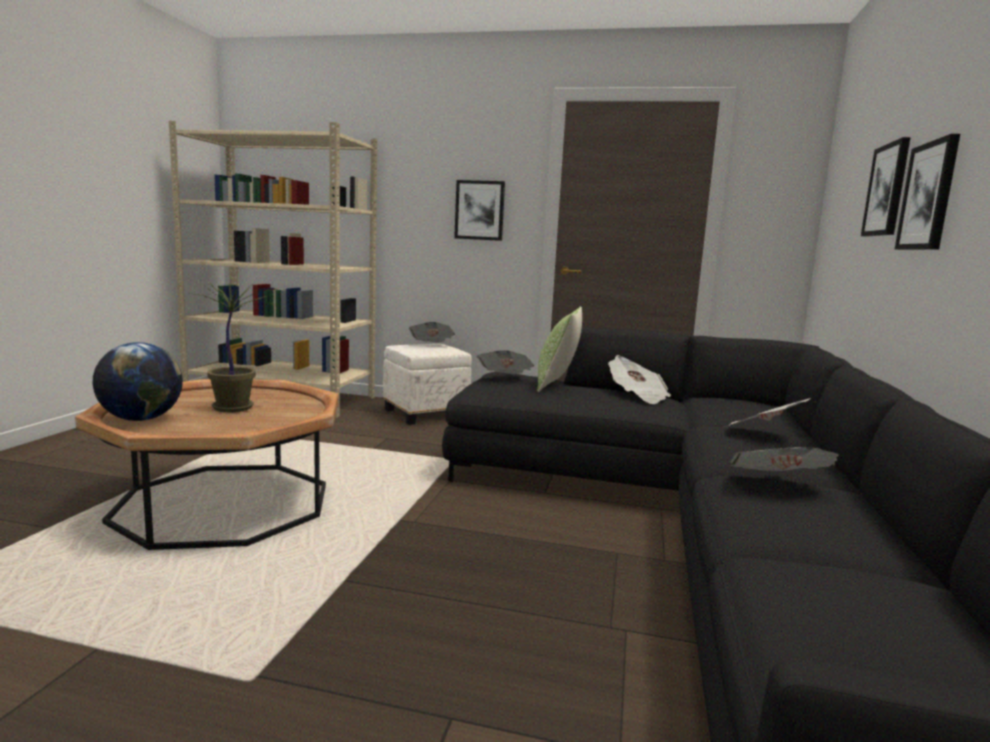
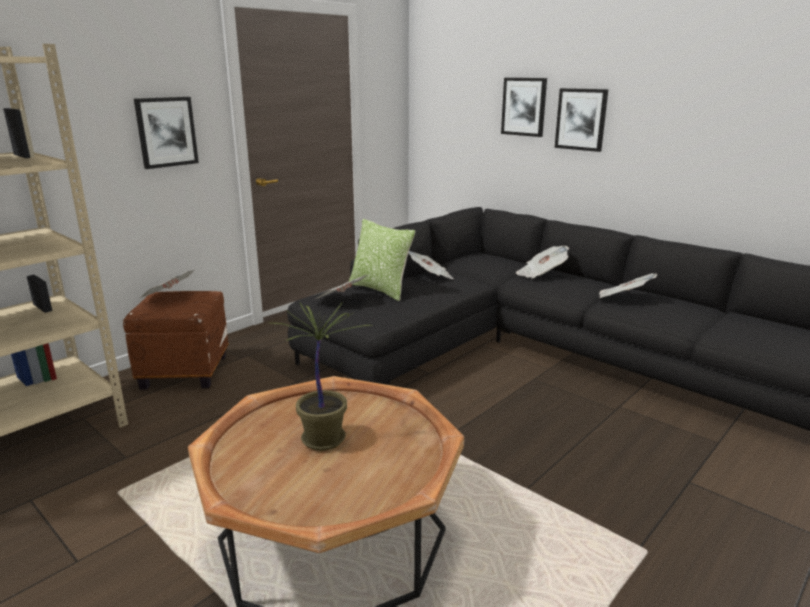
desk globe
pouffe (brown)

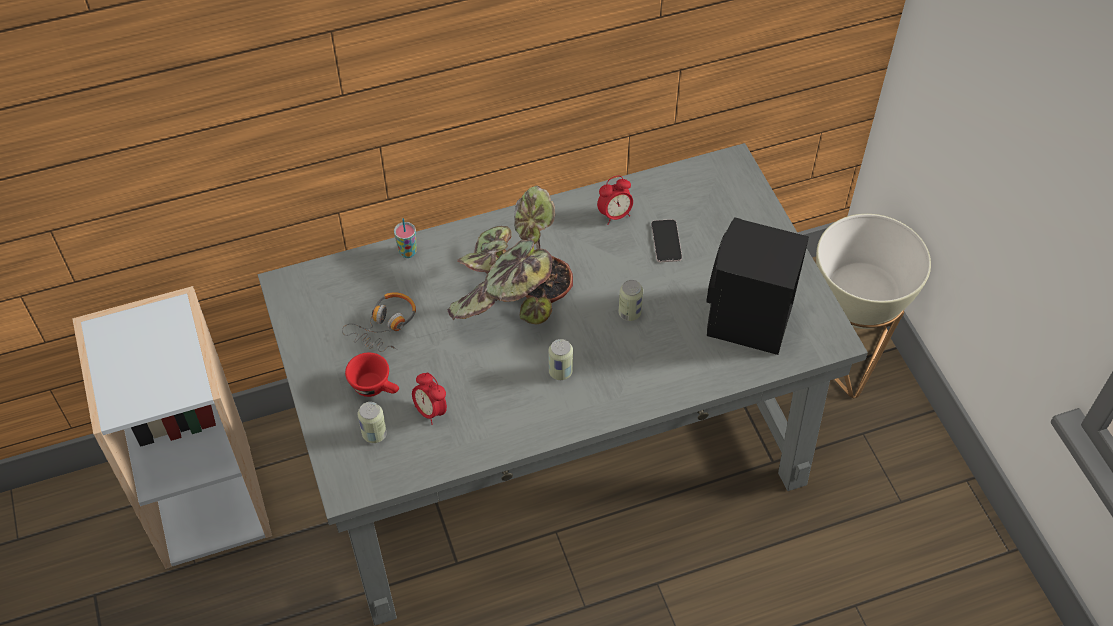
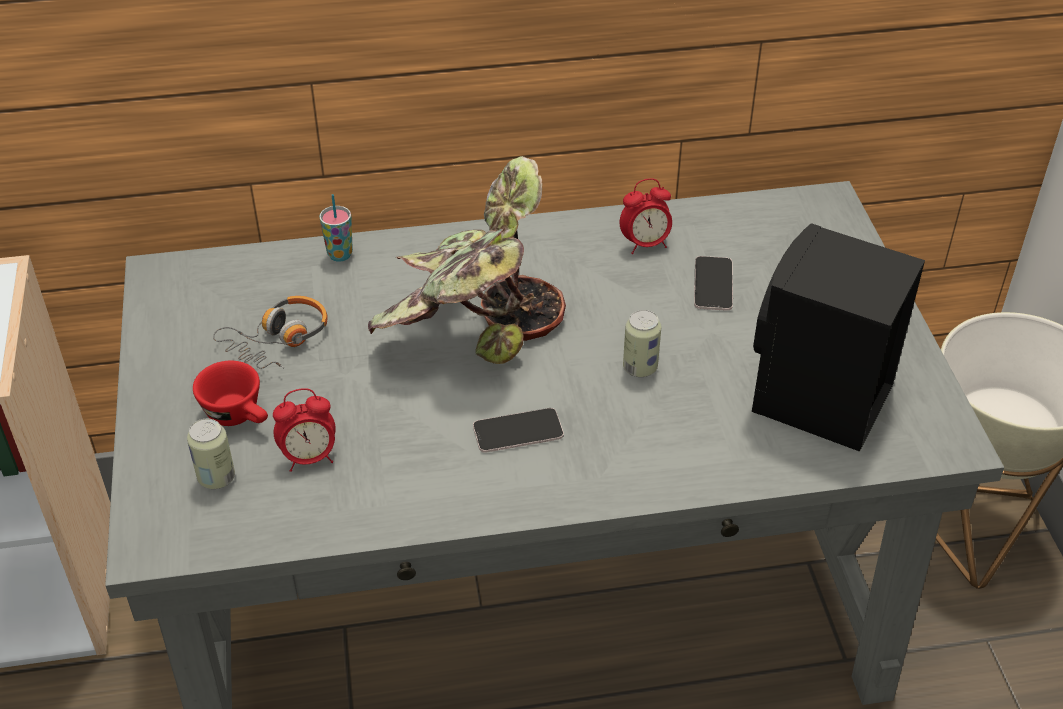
handset (1st from left)
alarm clock (1st from left)

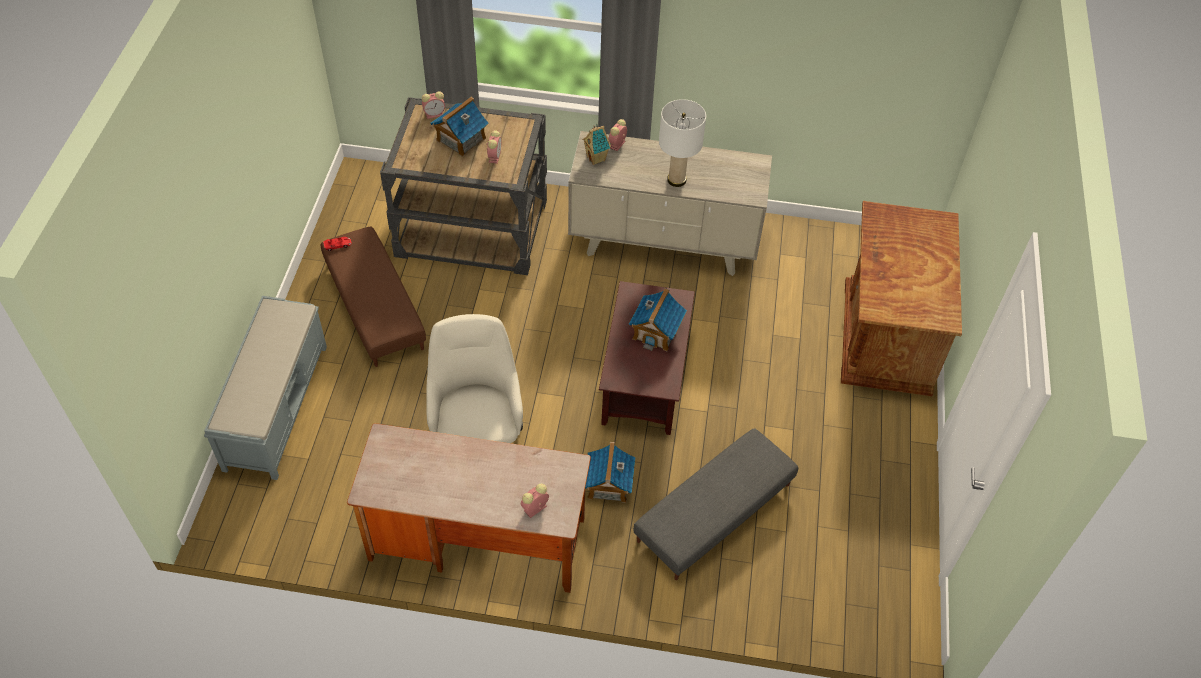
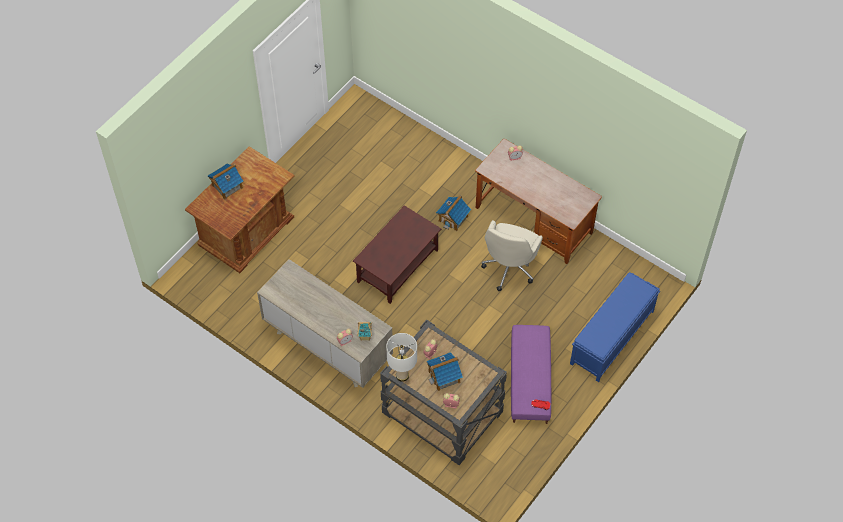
pouffe (gray)
model house (1st from left)
tabletop lamp (white-coloured)
bench (blue-coloured)
pouffe (purplish)

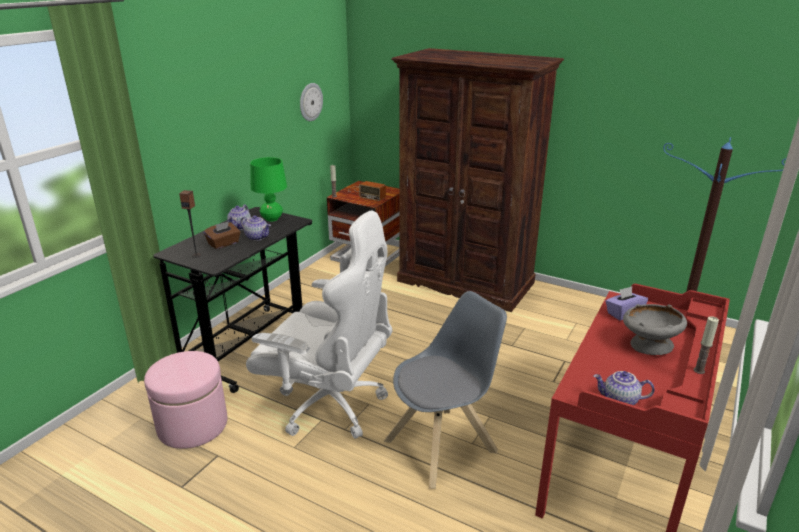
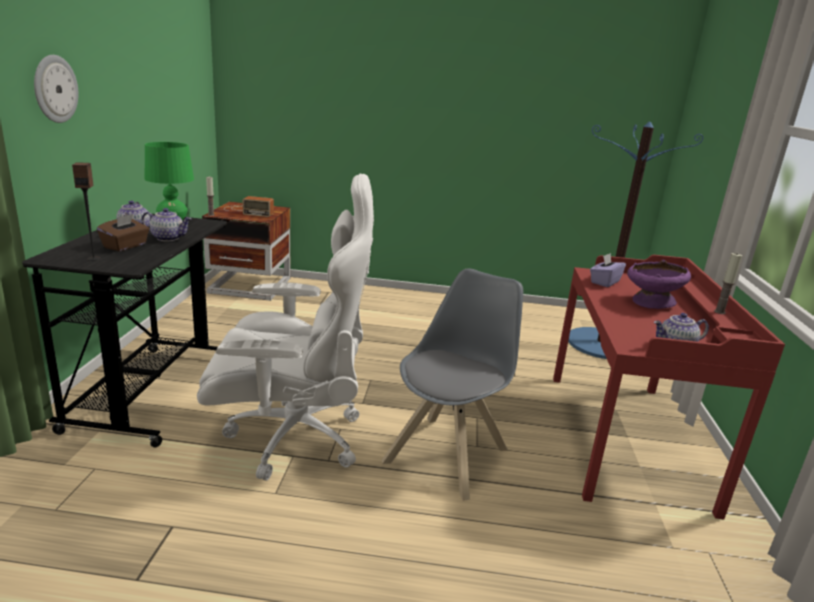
pouffe (pinkish)
wardrobe (brown)
wall clock
bowl (purplish)

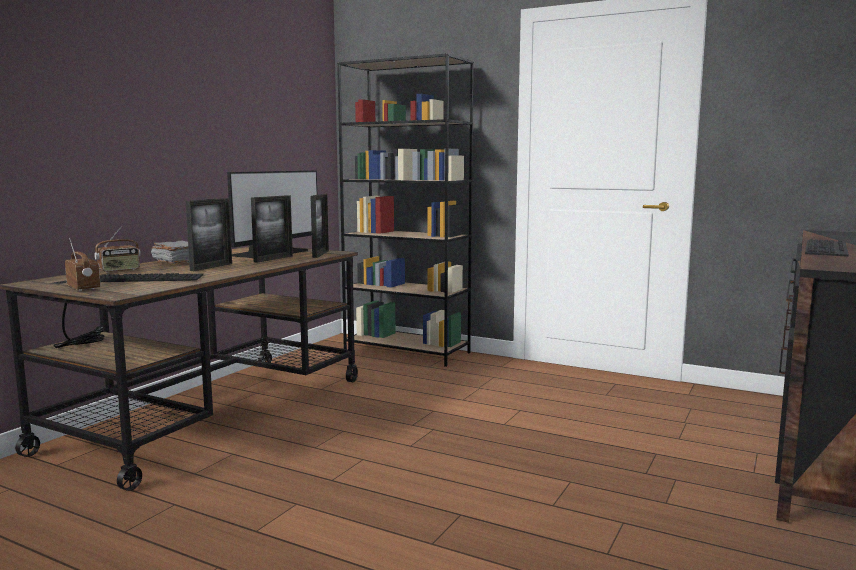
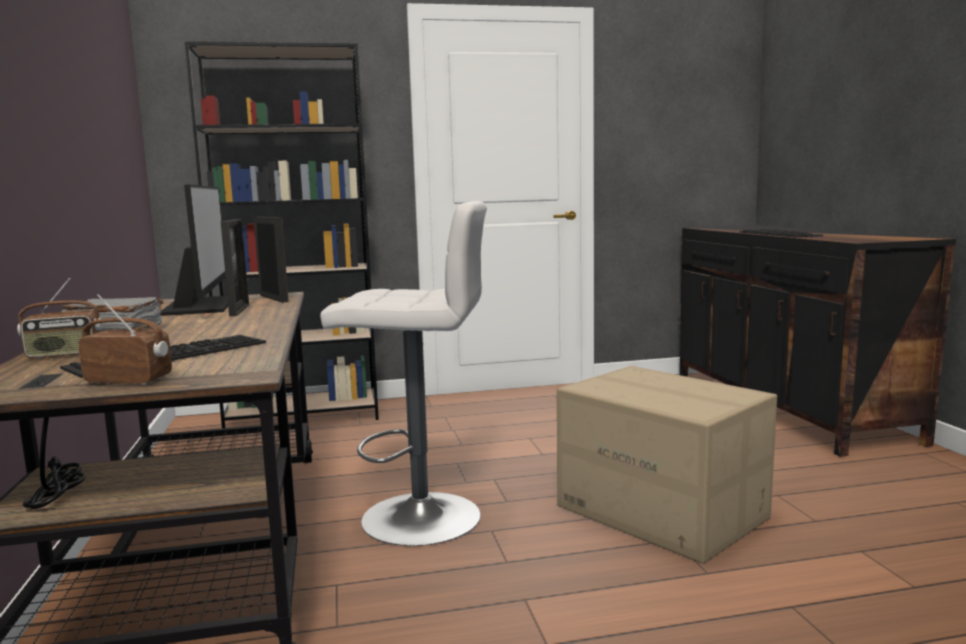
standing frame (1st from left in the first image)
stool (white-coloured)
cardboard box
radio set (1st from left)

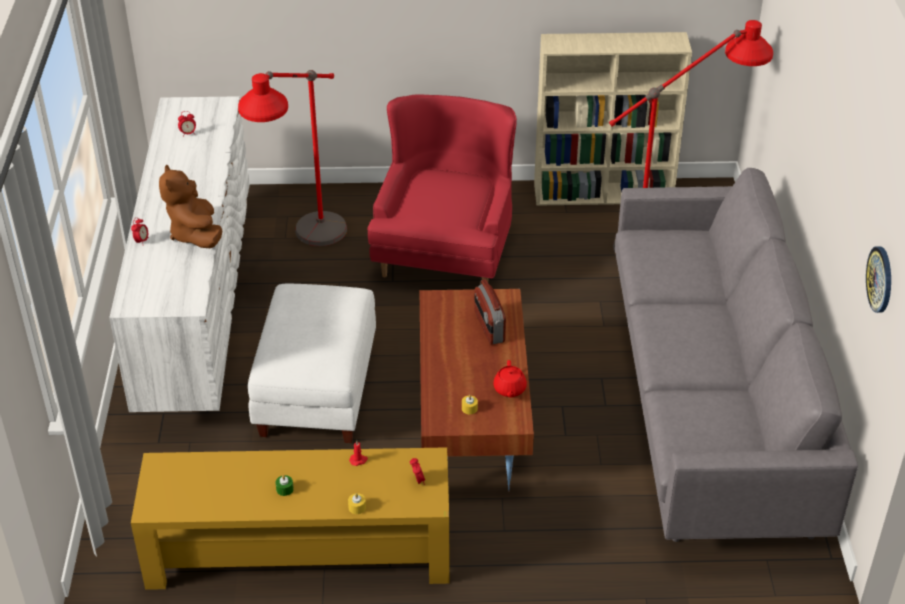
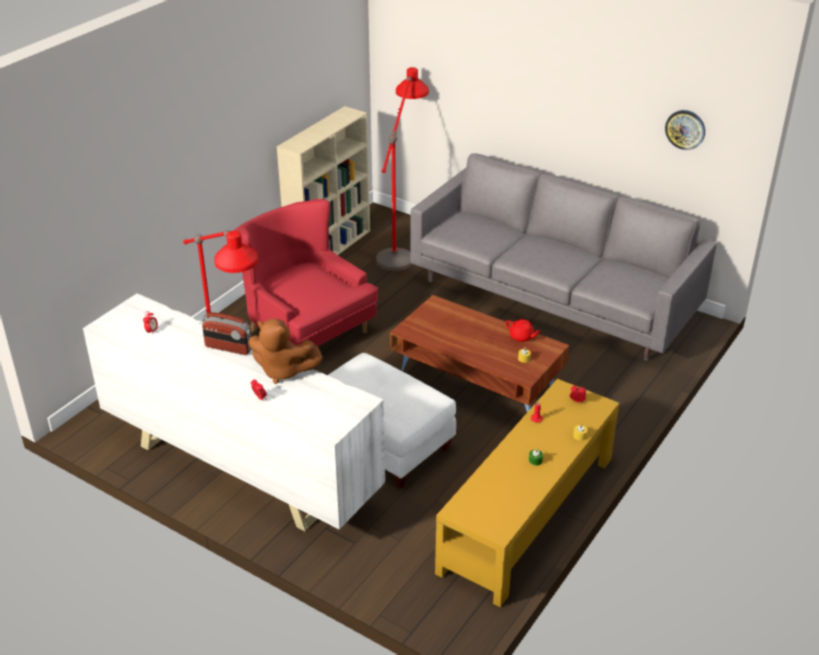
radio set

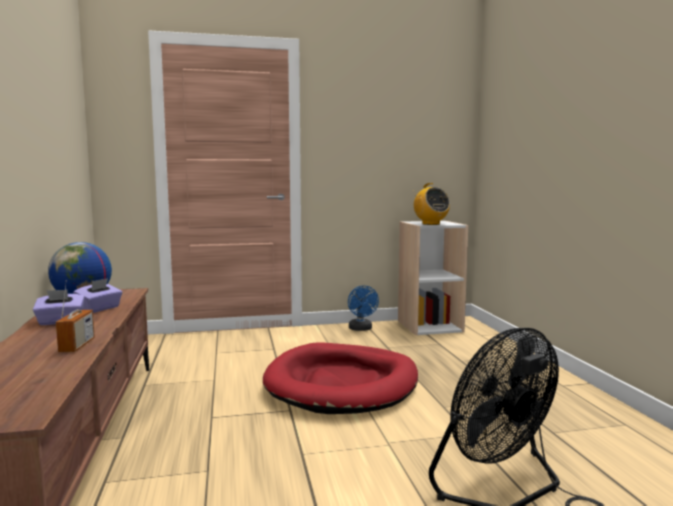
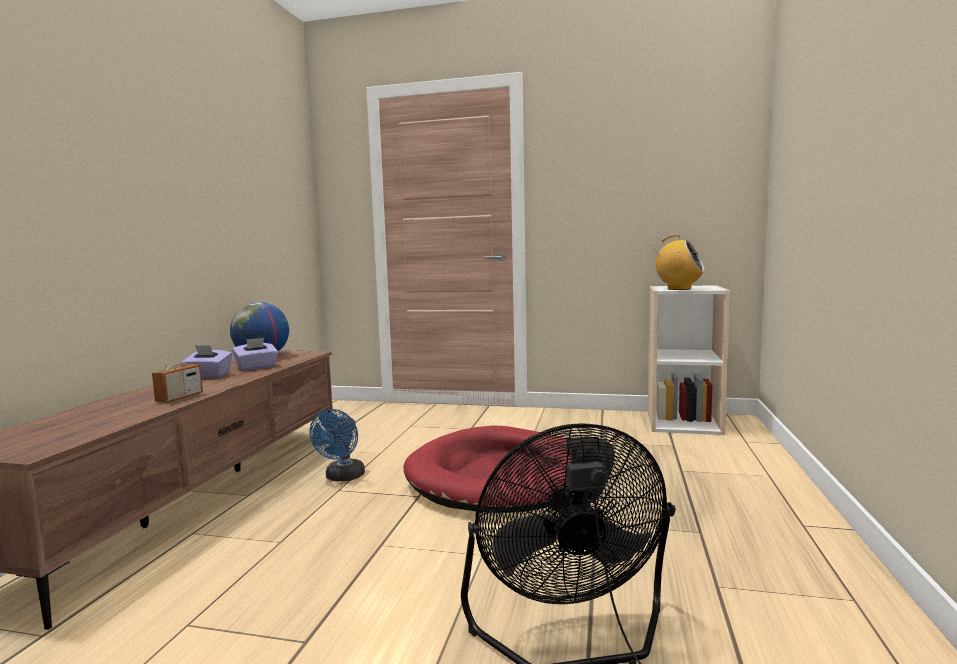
cooling fan (blue-coloured)
radio set (2nd from left)

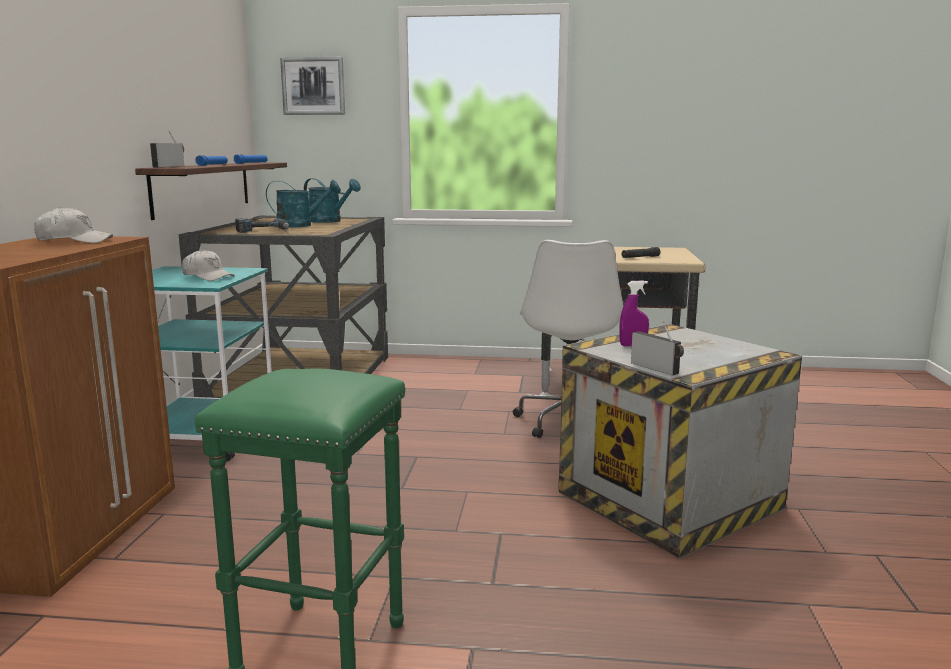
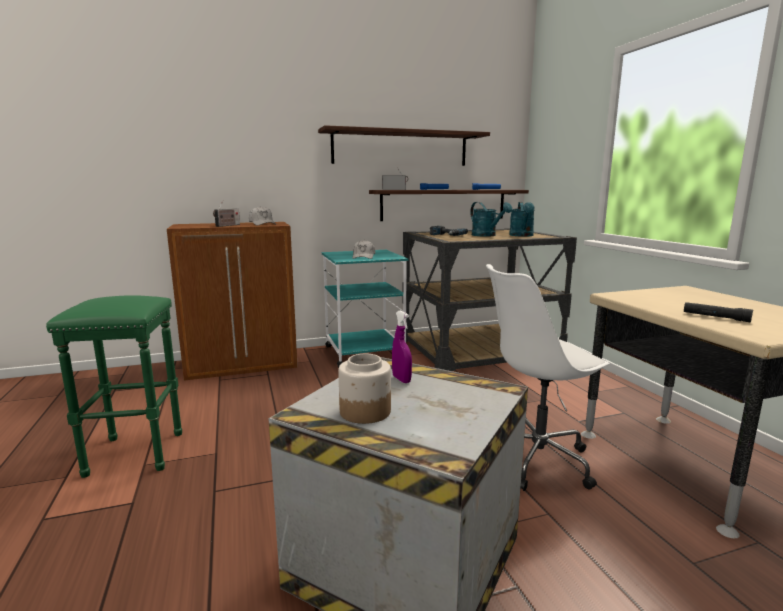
picture
wall shelf (1st from left)
storage jar
radio set (1st from left)

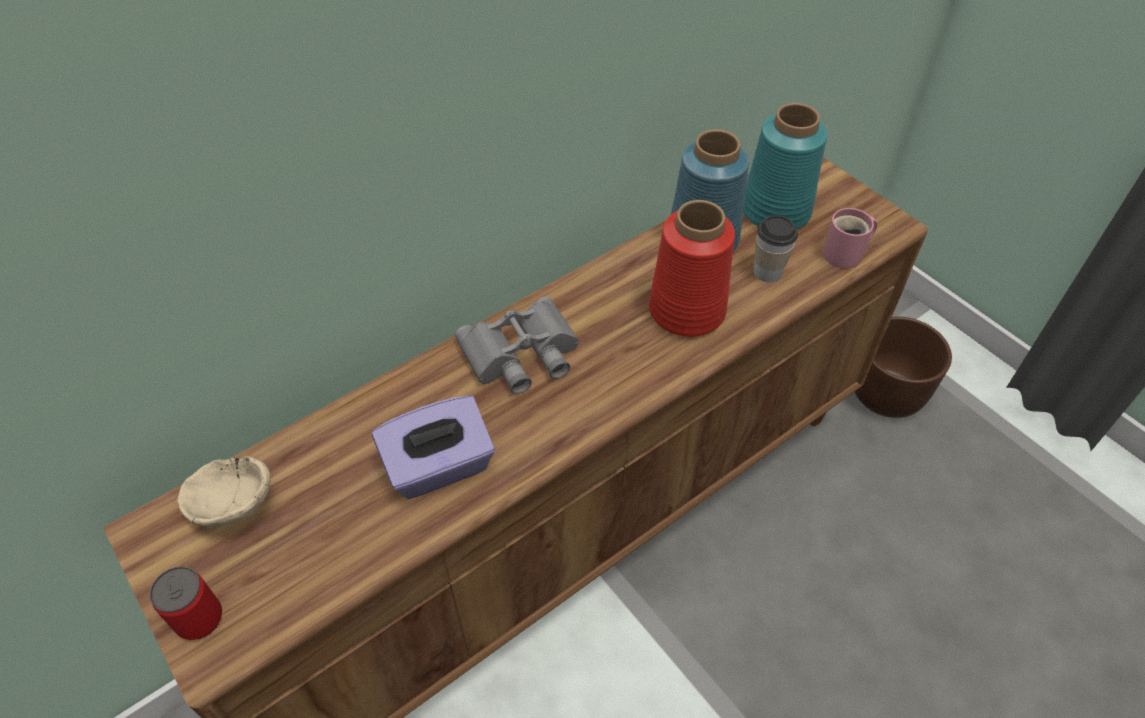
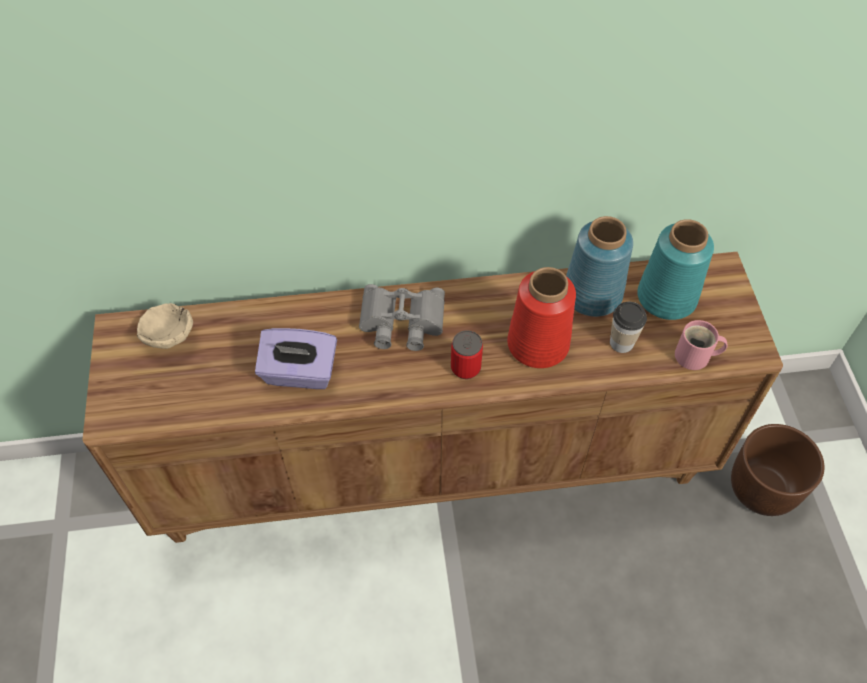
can

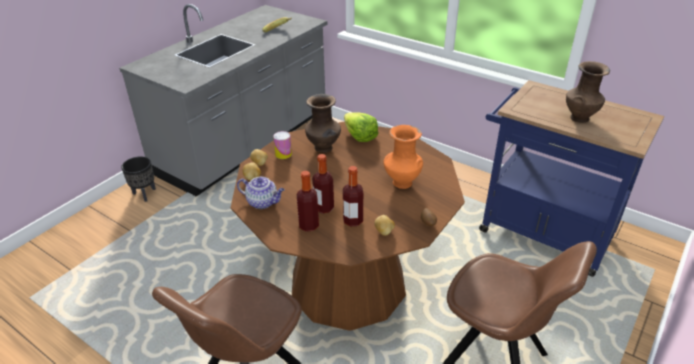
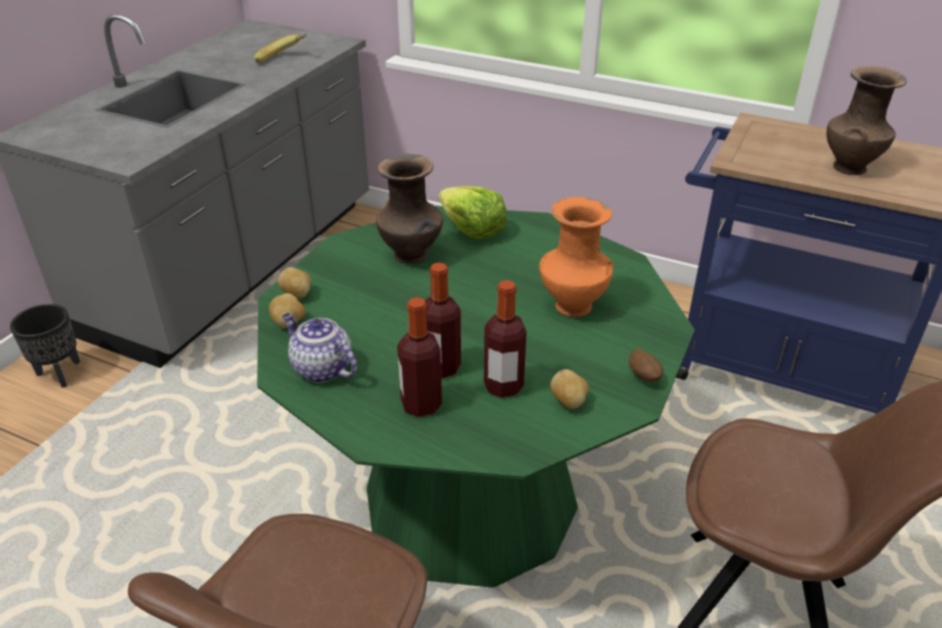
can
dining table (greenish)
tea pot

